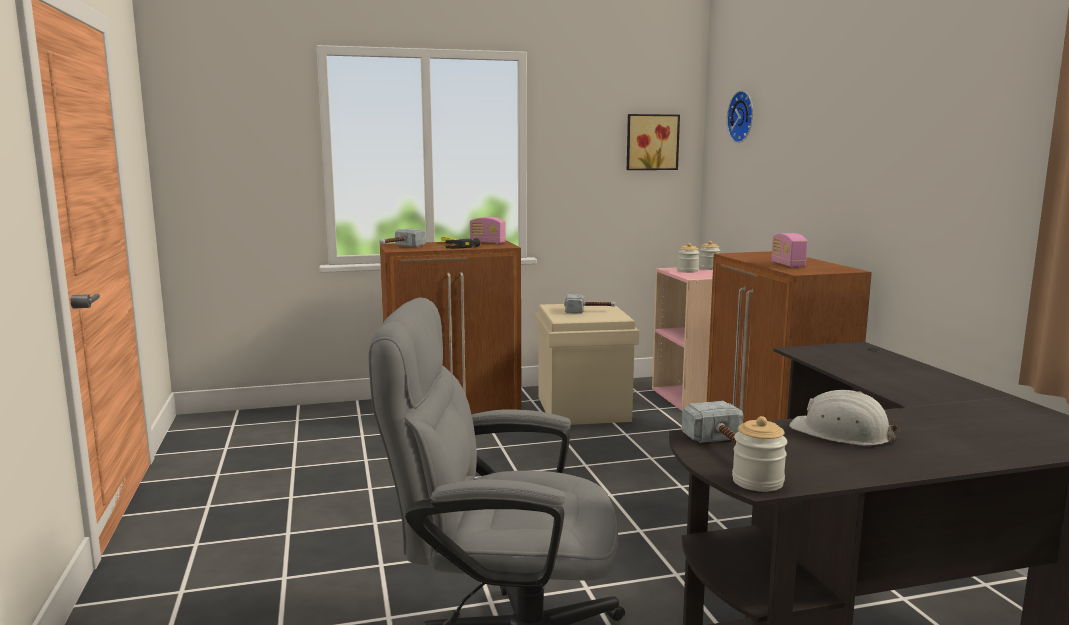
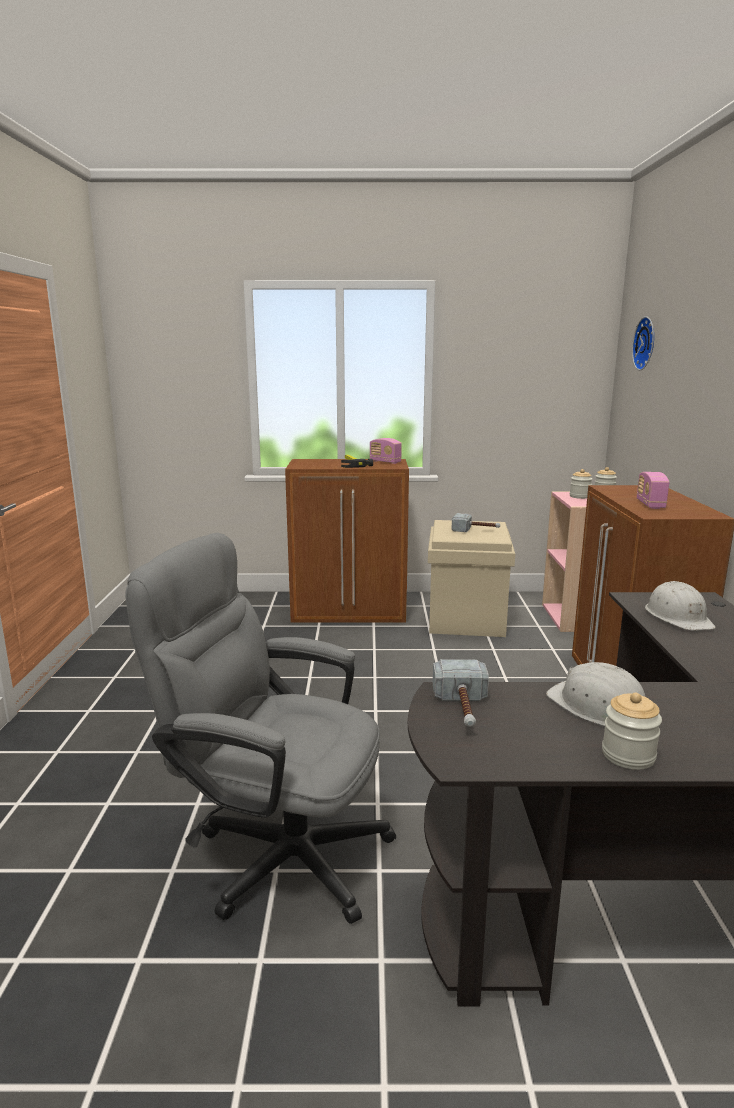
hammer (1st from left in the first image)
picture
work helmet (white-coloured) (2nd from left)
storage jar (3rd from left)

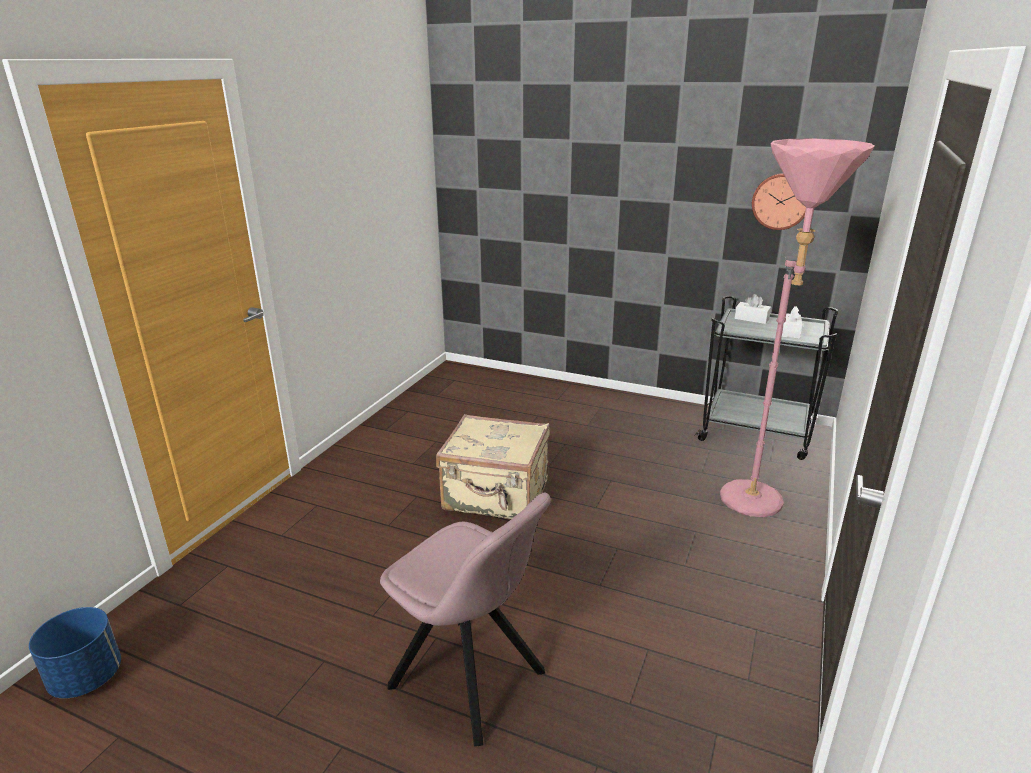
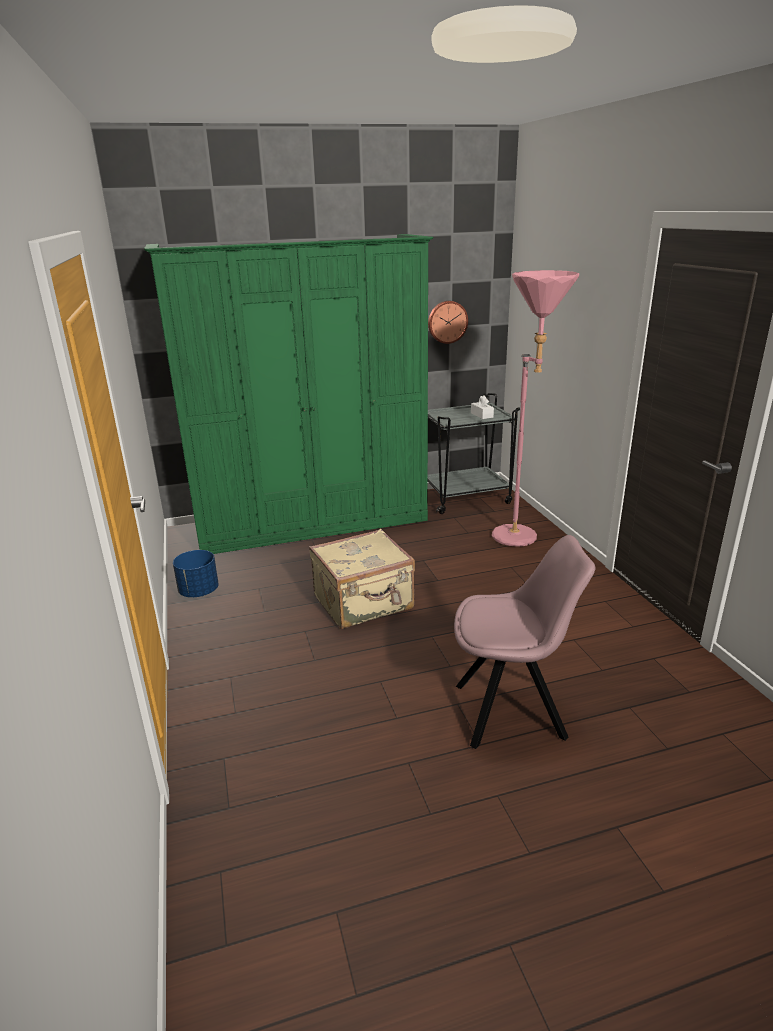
box of tissues (white-coloured) (1st from left in the first image)
wardrobe (greenish)
flower pot (blue-coloured)

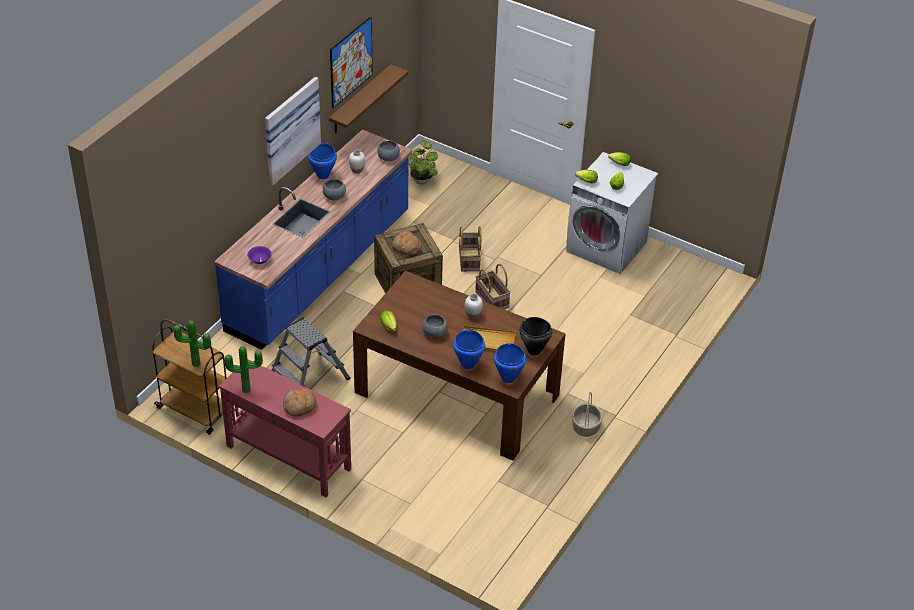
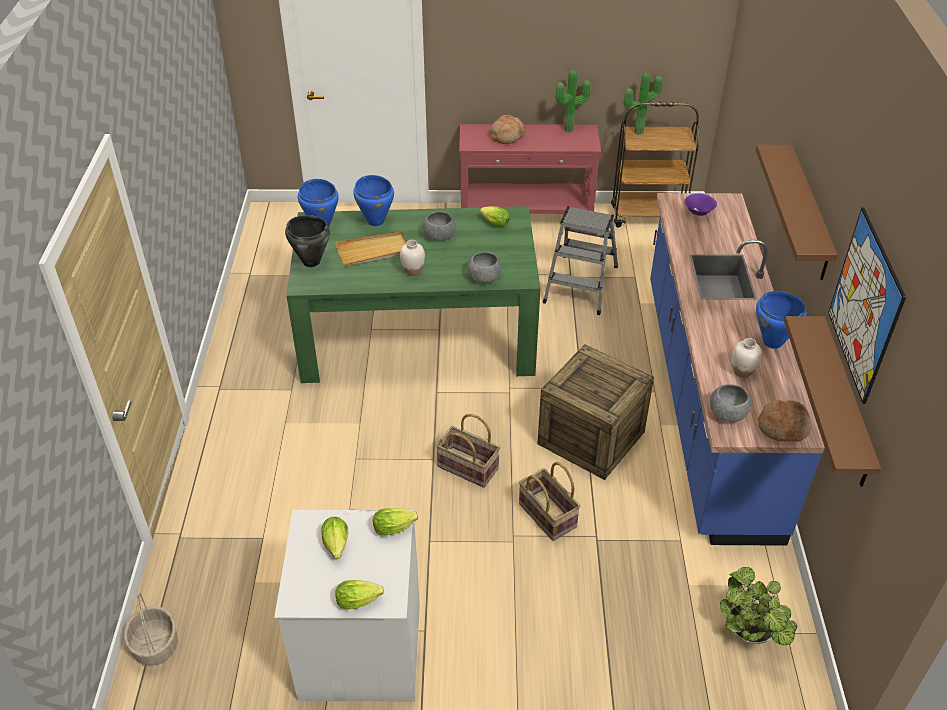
bowl (gray) (2nd from left)
baked bread (2nd from left)
storage basket (1st from left)
wall shelf (brown) (1st from left)
dining table (greenish)

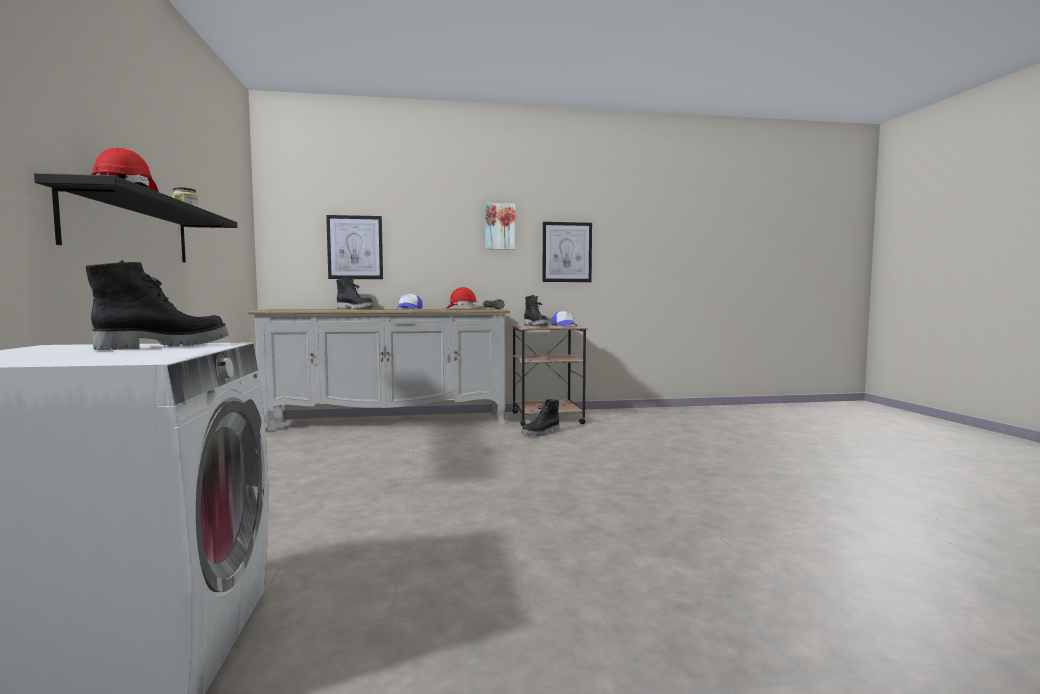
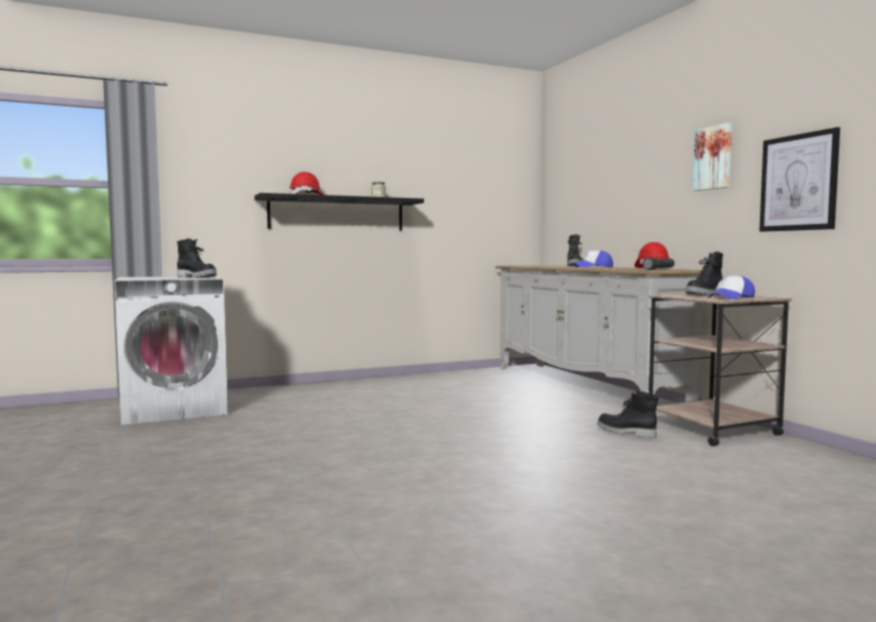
picture (1st from left in the first image)

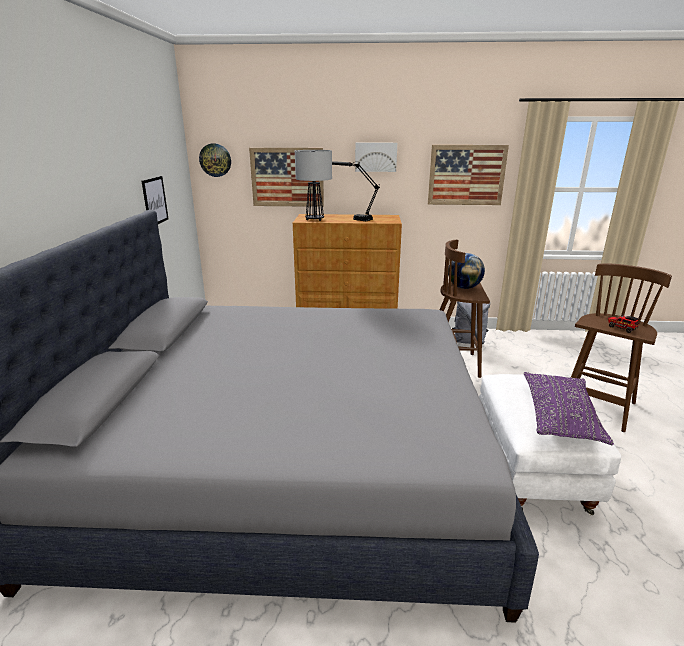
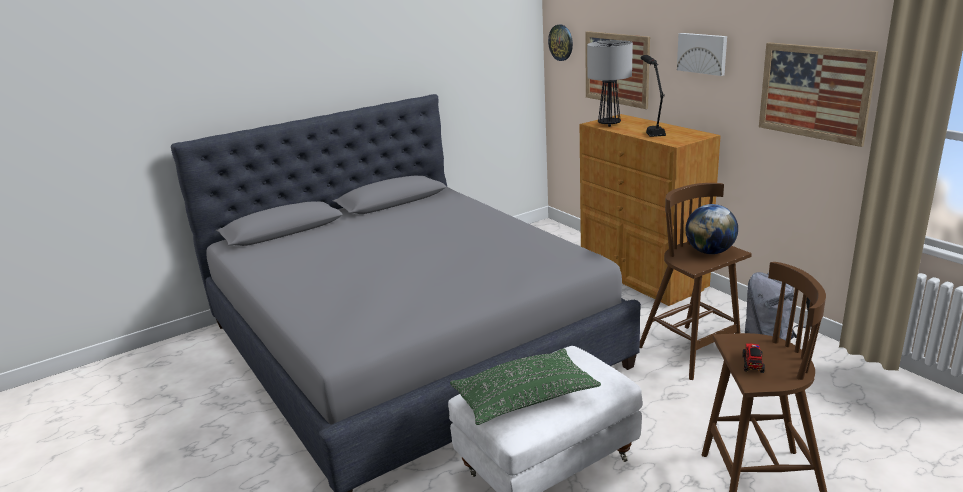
picture (1st from left in the first image)
pillow (greenish)

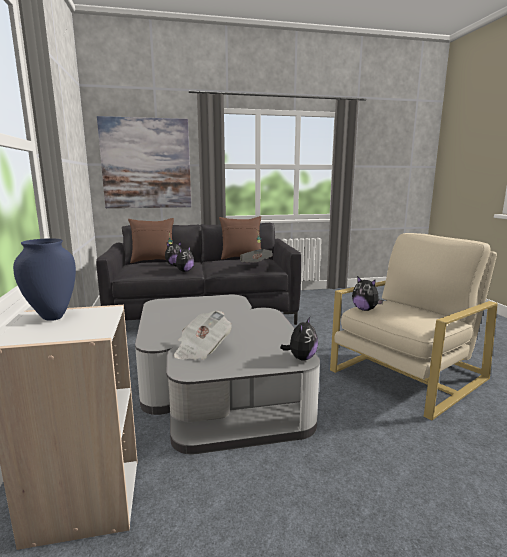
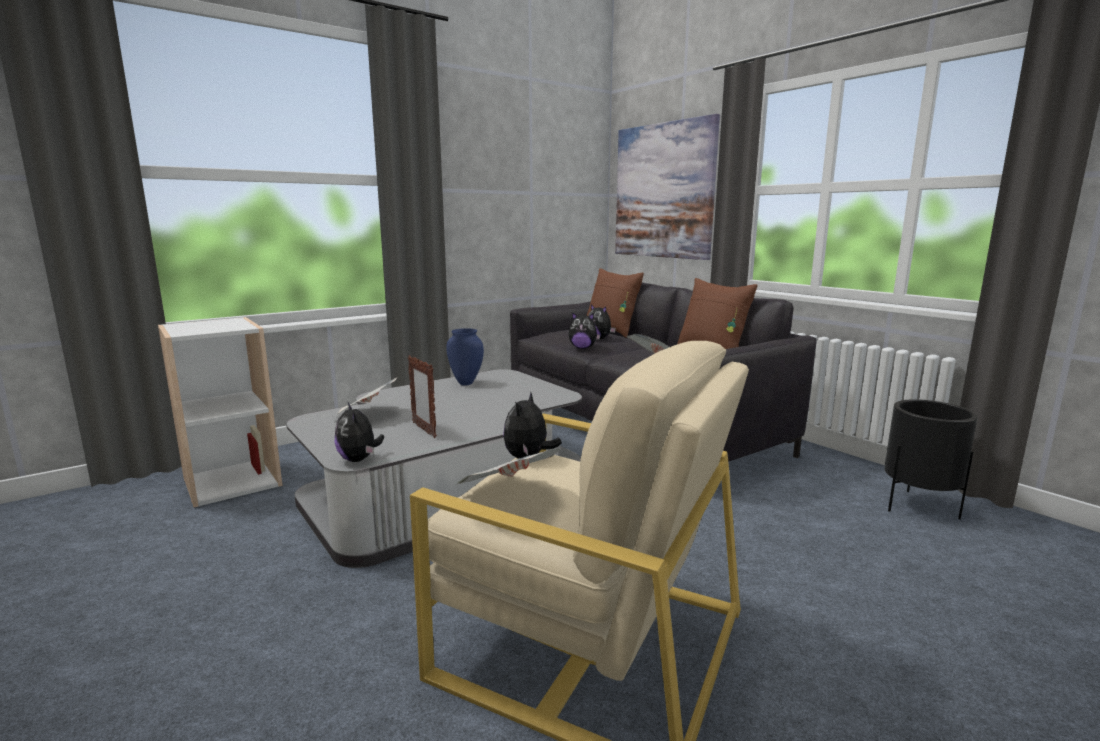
standing frame
printed paper (2nd from left)
flower pot (blackish)
decorative vase (blue-coloured)
plush toy (1st from left)

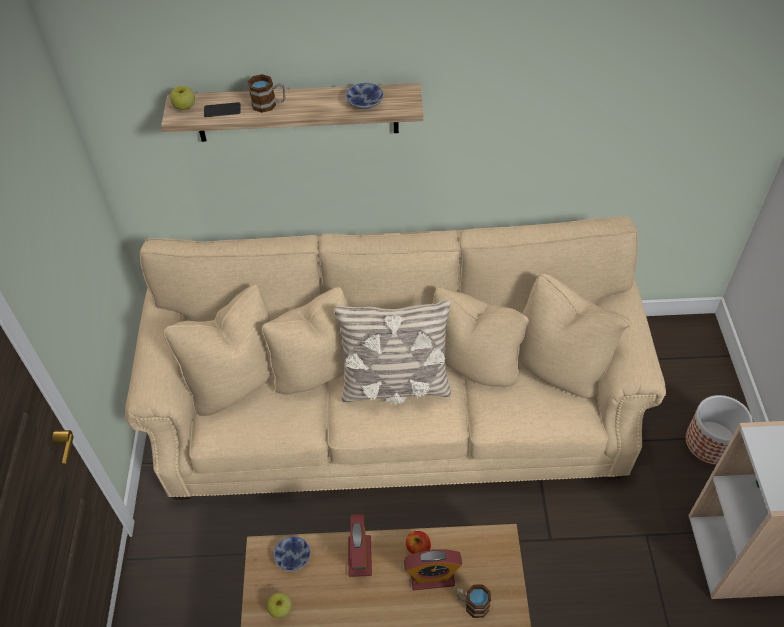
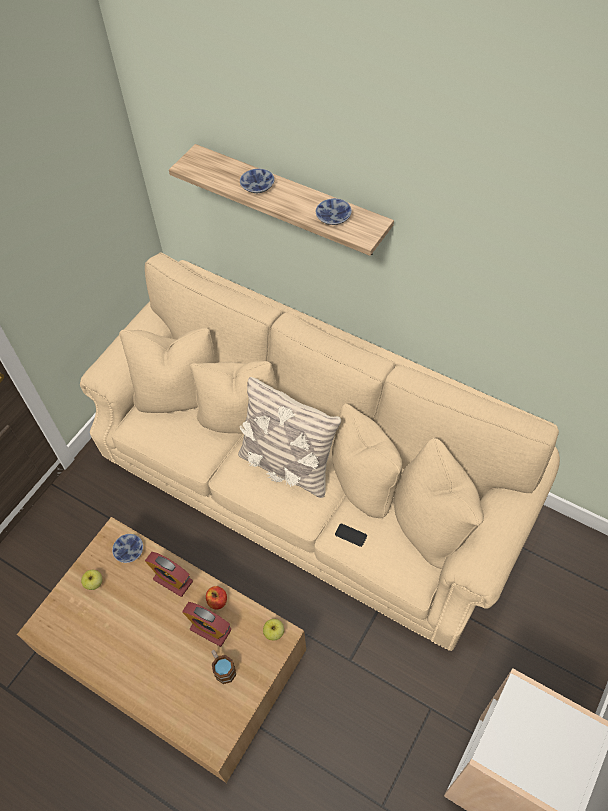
flower pot
apple fruit (3rd from left)
handset
bowl (2nd from left)
alarm clock (1st from left)

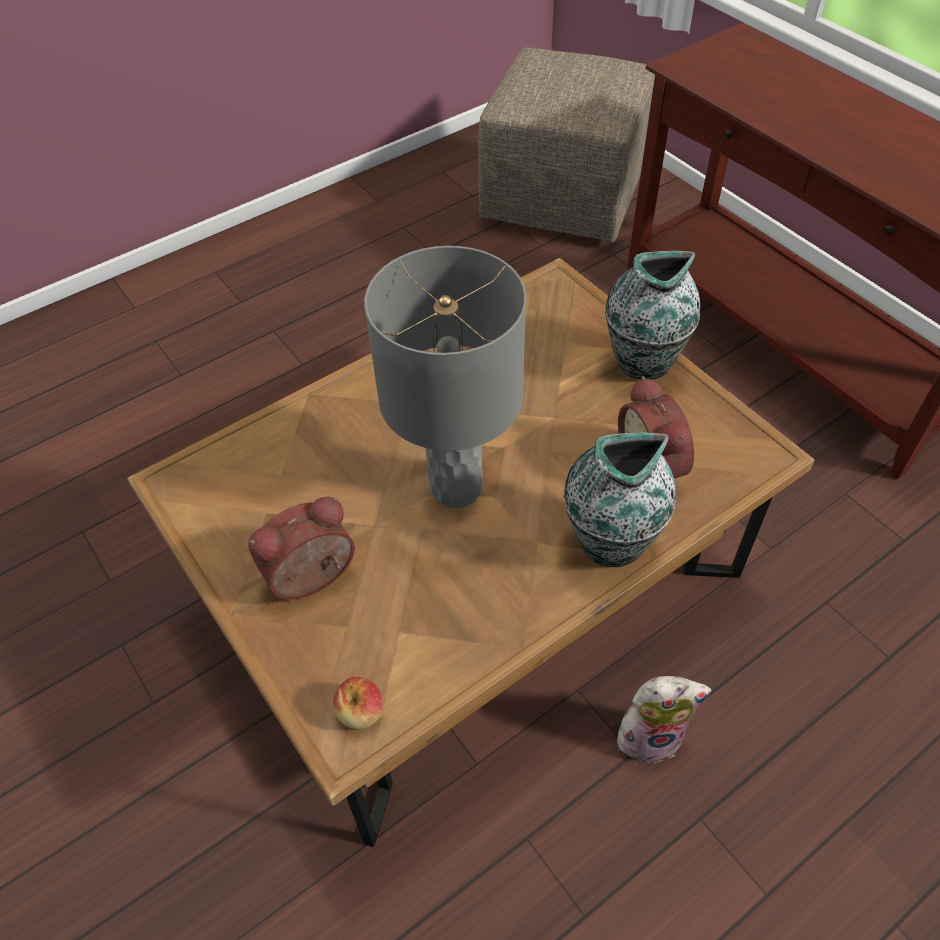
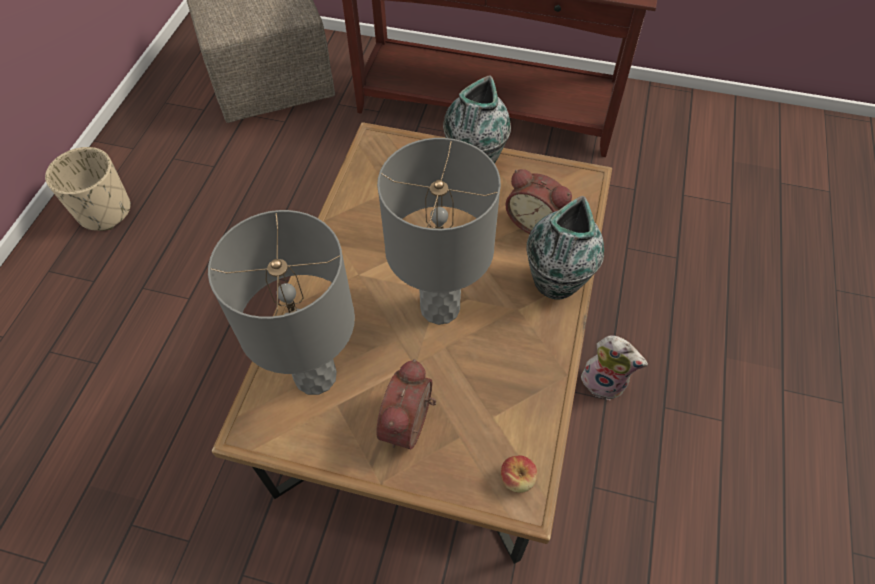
flower pot (beige)
tabletop lamp (gray) (1st from left)
plush toy

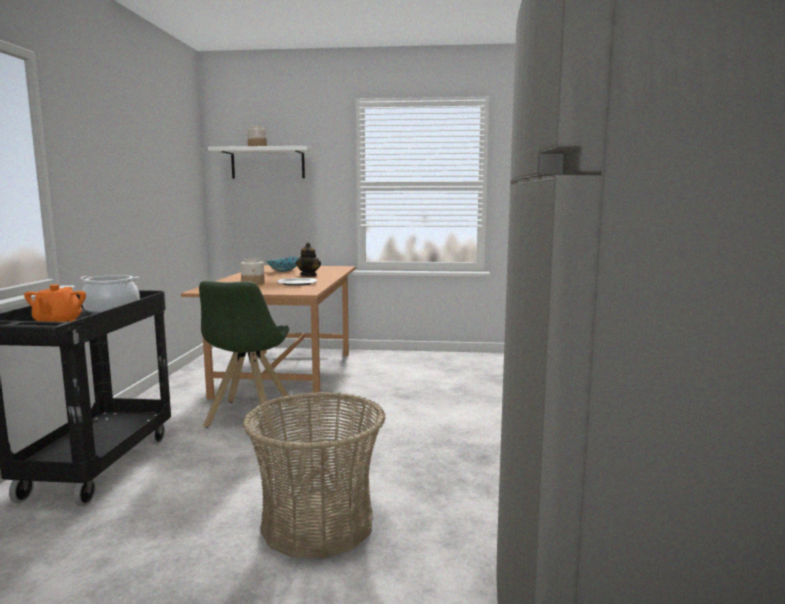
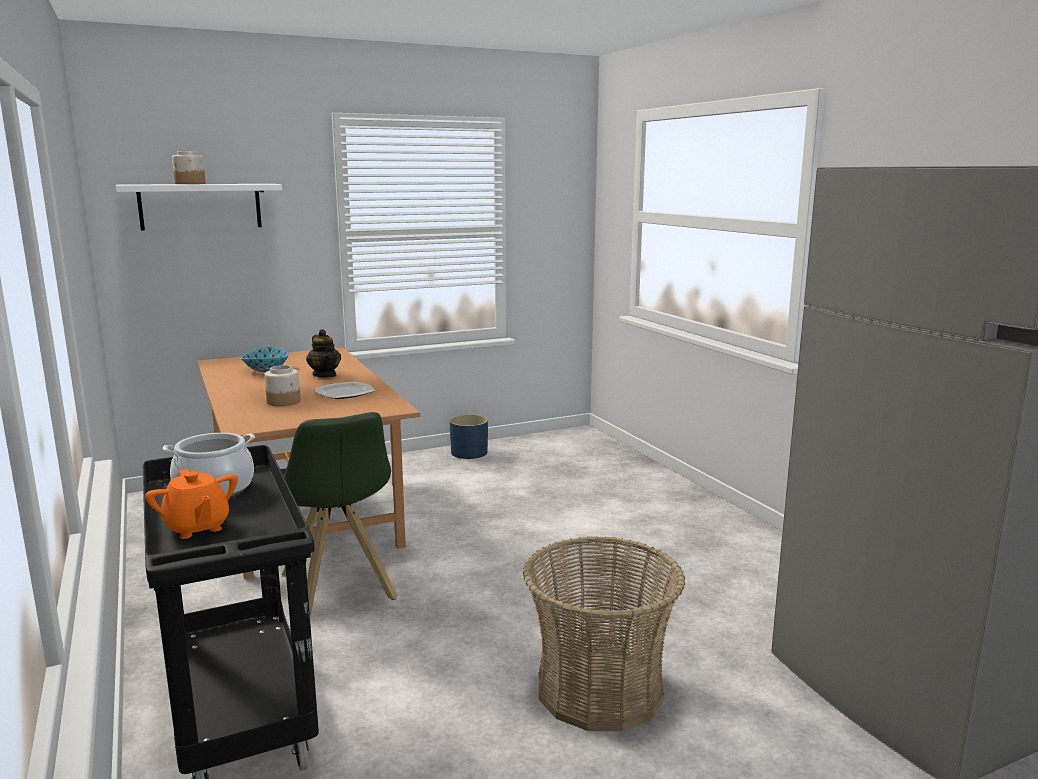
flower pot (blue-coloured)

